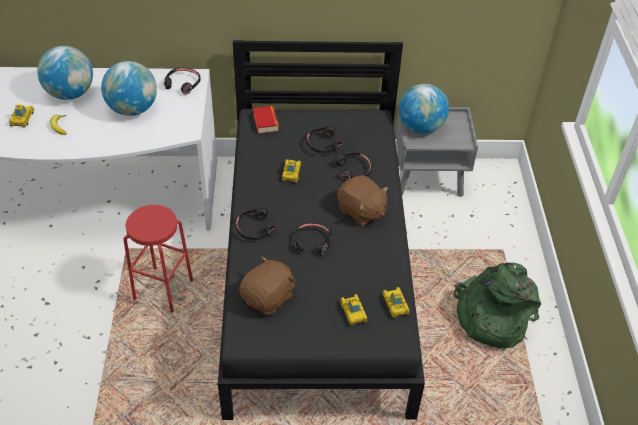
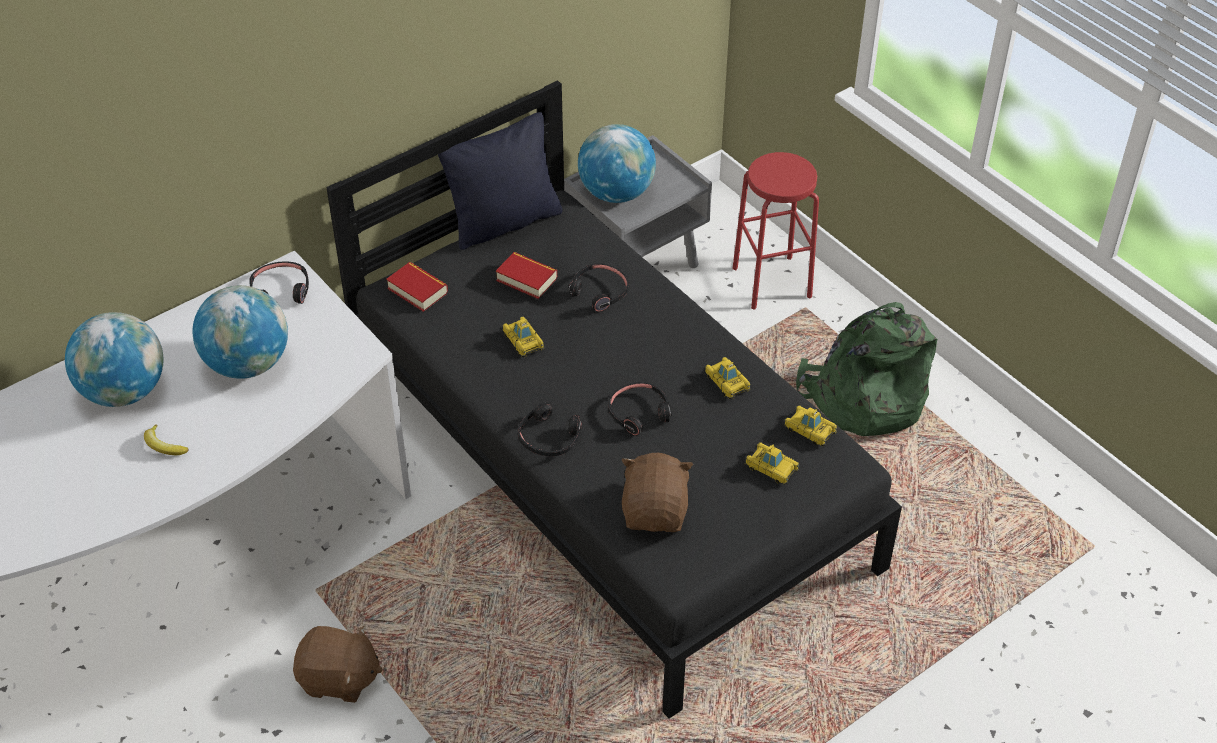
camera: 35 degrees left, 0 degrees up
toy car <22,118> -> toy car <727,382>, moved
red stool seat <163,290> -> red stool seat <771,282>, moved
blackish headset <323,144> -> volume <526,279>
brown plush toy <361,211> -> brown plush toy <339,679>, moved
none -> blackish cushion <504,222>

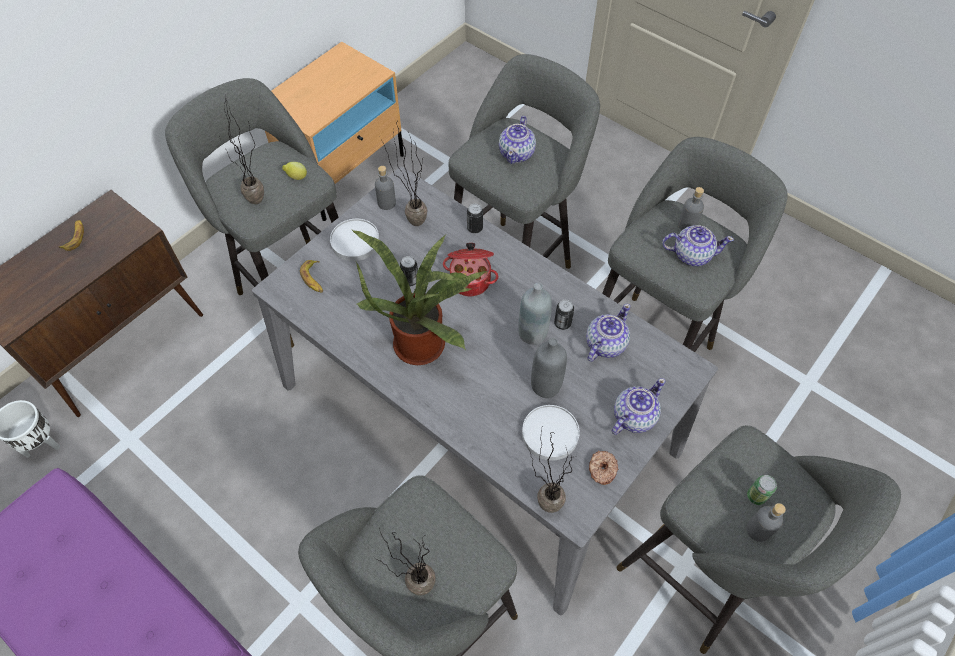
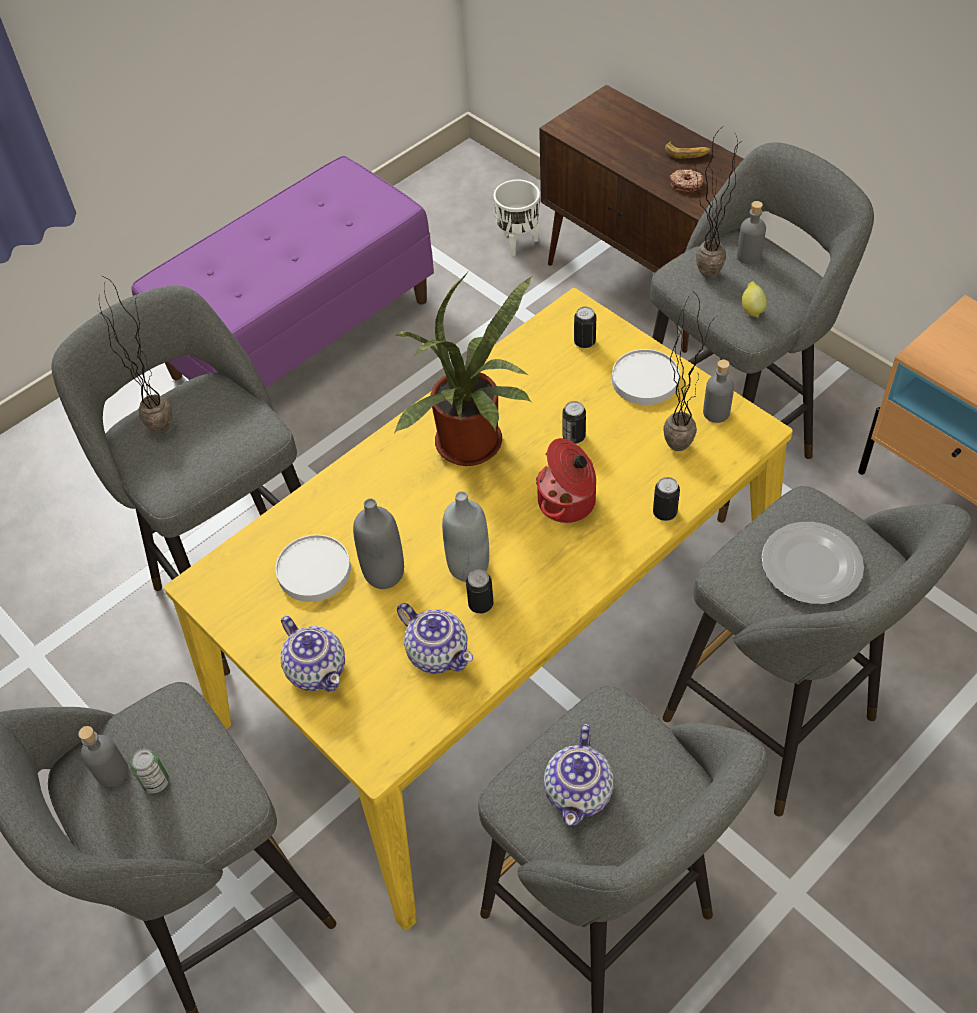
camera: 100 degrees right, 5 degrees down
grey dinner table <477,418> -> yellow dinner table <500,652>
banana fruit <314,279> -> can <584,342>
tea pot <517,153> -> plate <812,566>
potted plant <541,501> -> none
ring doughnut <602,469> -> ring doughnut <686,184>, moved
grey drink bottle <687,225> -> grey drink bottle <748,256>, moved

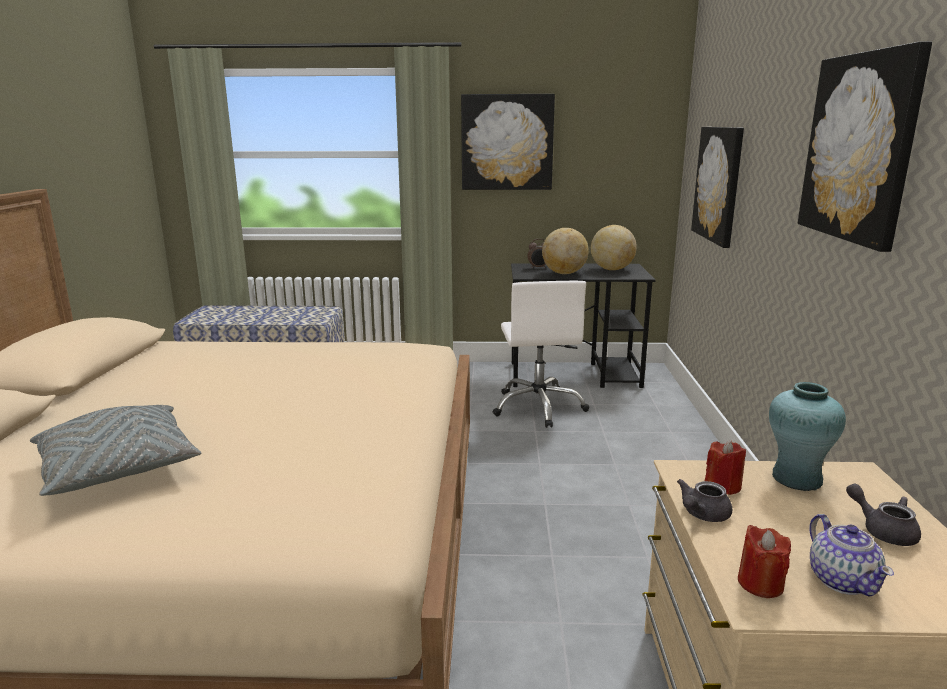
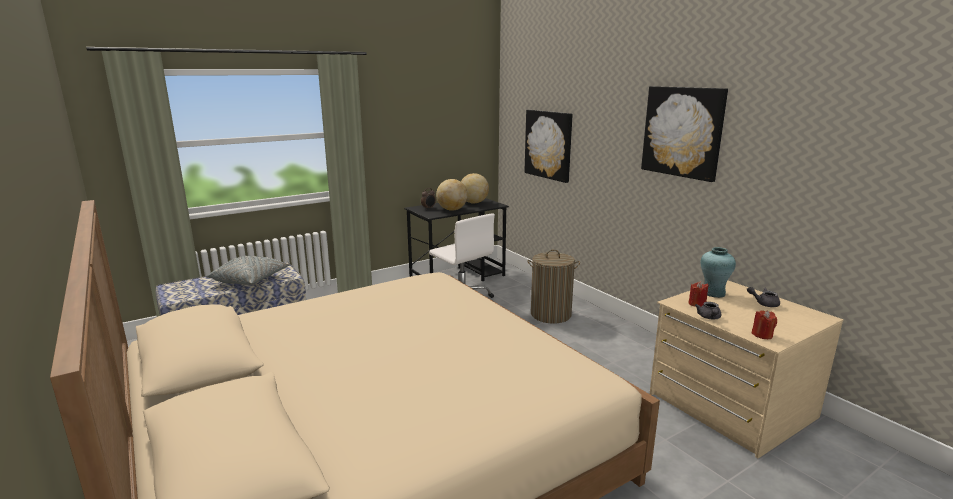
camera: 35 degrees left, 0 degrees up
grey cushion <120,469> -> grey cushion <251,280>, moved
picture <507,142> -> none
tea pot <842,580> -> none
none -> washing basket <551,314>

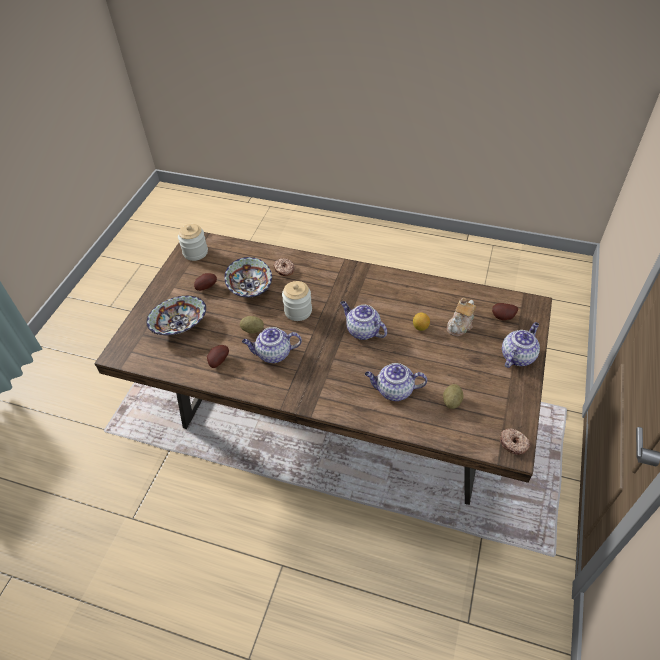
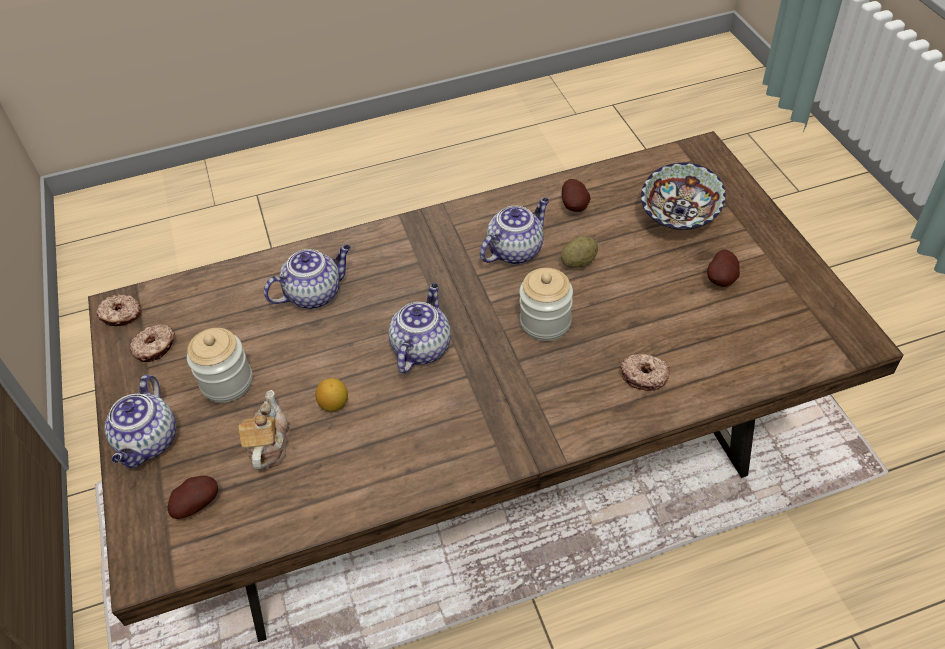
camera: 145 degrees right, 0 degrees up
preserve jar <195,252> -> preserve jar <227,382>, moved
serving bowl <249,288> -> none
tea pot <362,331> -> tea pot <421,347>, 75 degrees counterclockwise
whole potato <452,401> -> none
none -> ring doughnut <155,348>

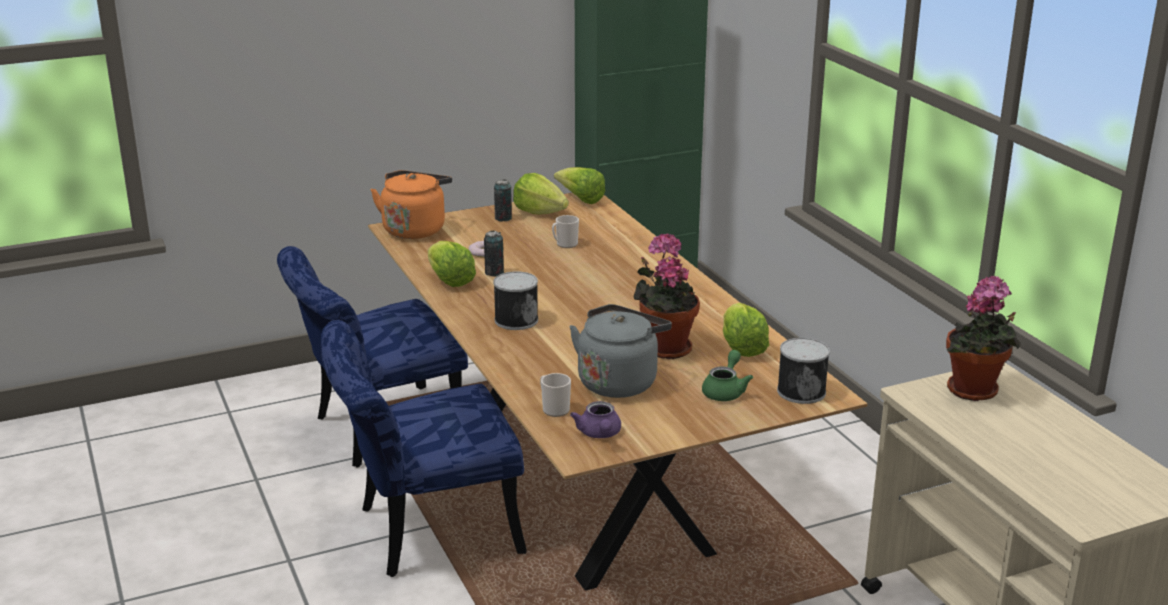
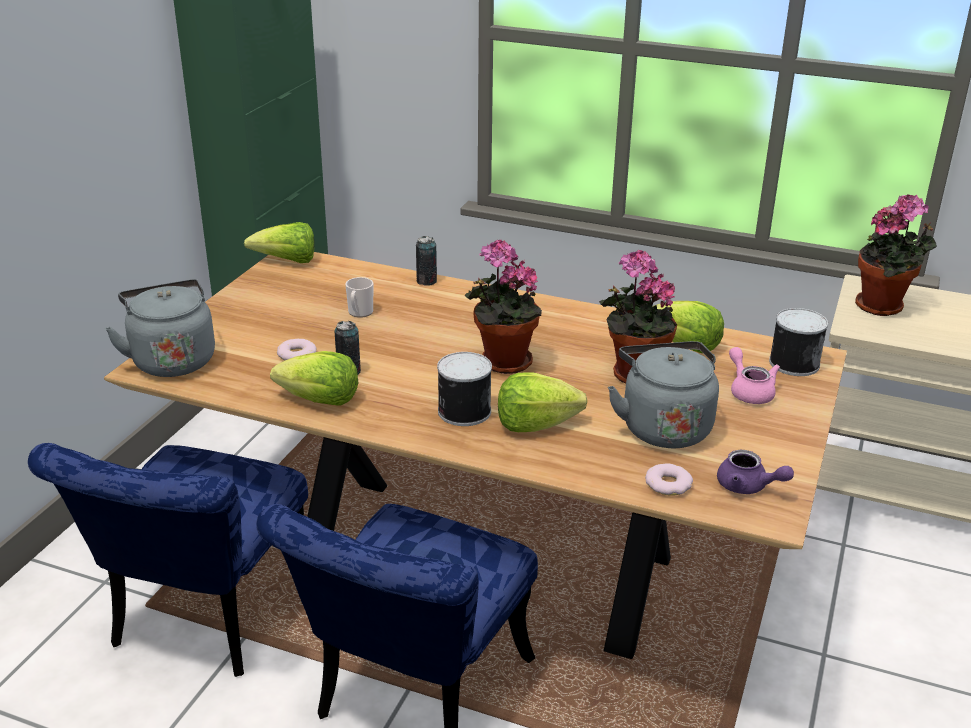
camera: 45 degrees left, 5 degrees up
orangey kettle <415,229> -> grey kettle <172,359>
can <503,218> -> can <426,281>, moved
lettuce <539,212> -> lettuce <535,424>, moved
tea mug <553,409> -> ring doughnut <668,484>
green-coloured tea pot <725,391> -> pinkish tea pot <749,391>
none -> potted plant <501,362>

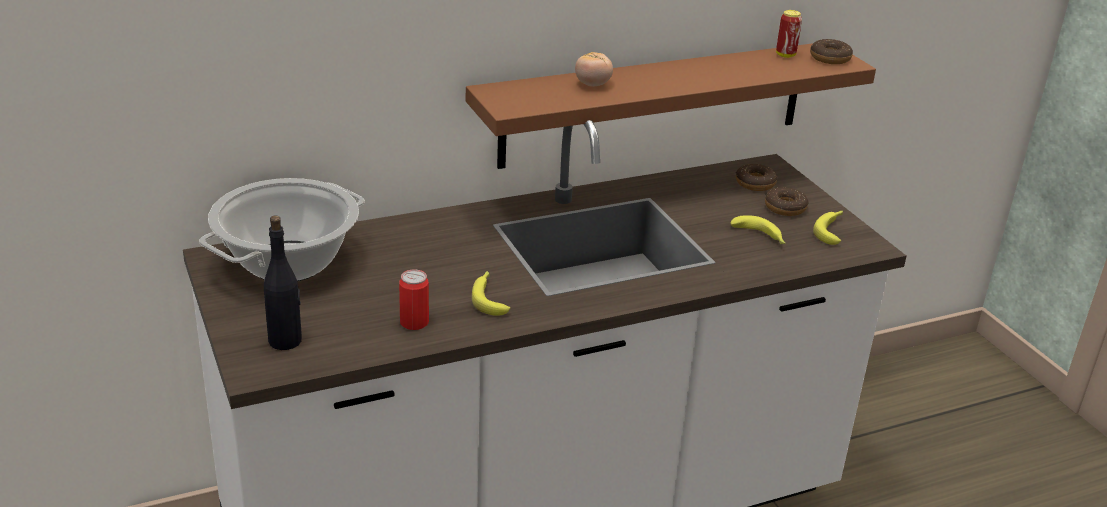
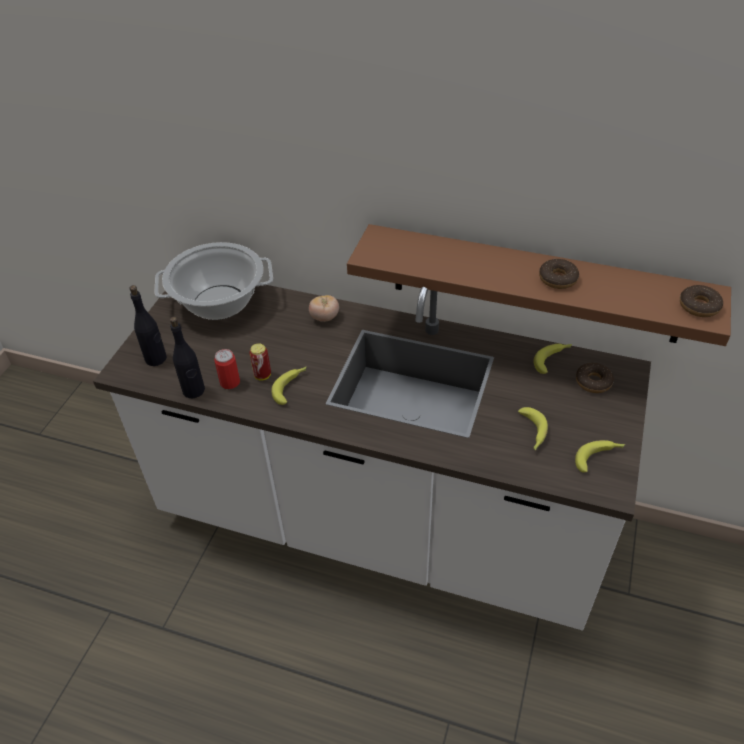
camera: 45 degrees right, 15 degrees up
whole tomato <592,84> -> whole tomato <324,317>, moved
ring doughnut <785,208> -> ring doughnut <557,279>, moved
can <785,55> -> can <262,375>, moved
none -> blackish drink bottle <194,390>
none -> banana fruit <553,359>

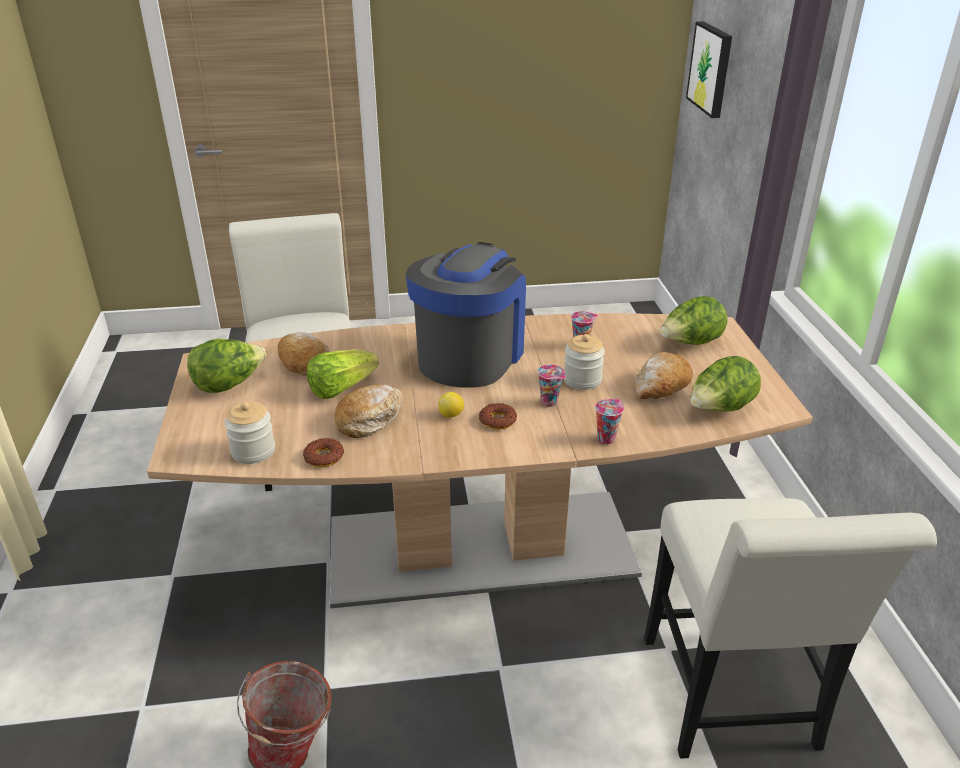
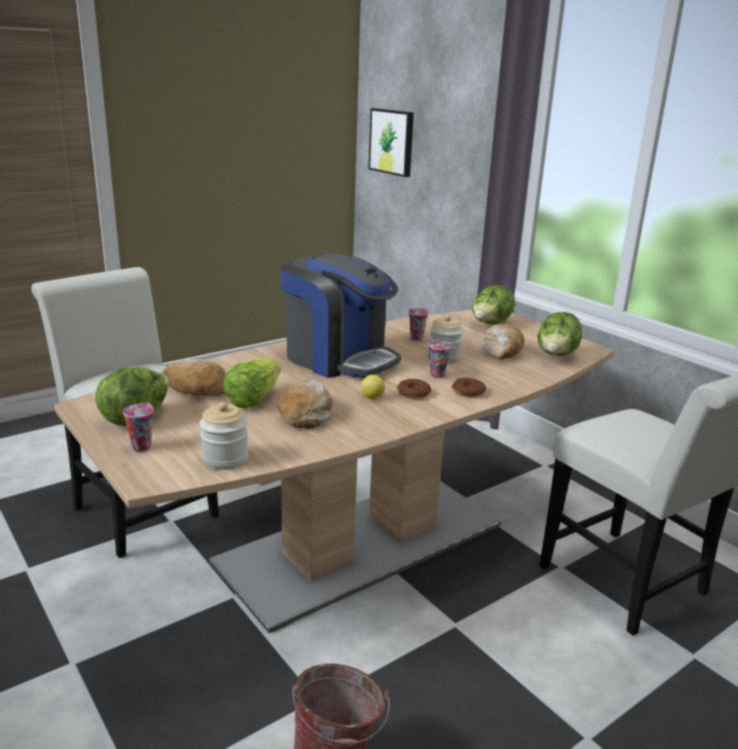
camera: 30 degrees left, 10 degrees down
ring doughnut <323,457> -> ring doughnut <468,391>, moved
coffee brewer <470,356> -> coffee brewer <339,358>, 135 degrees clockwise
cup <606,438> -> cup <141,446>, moved

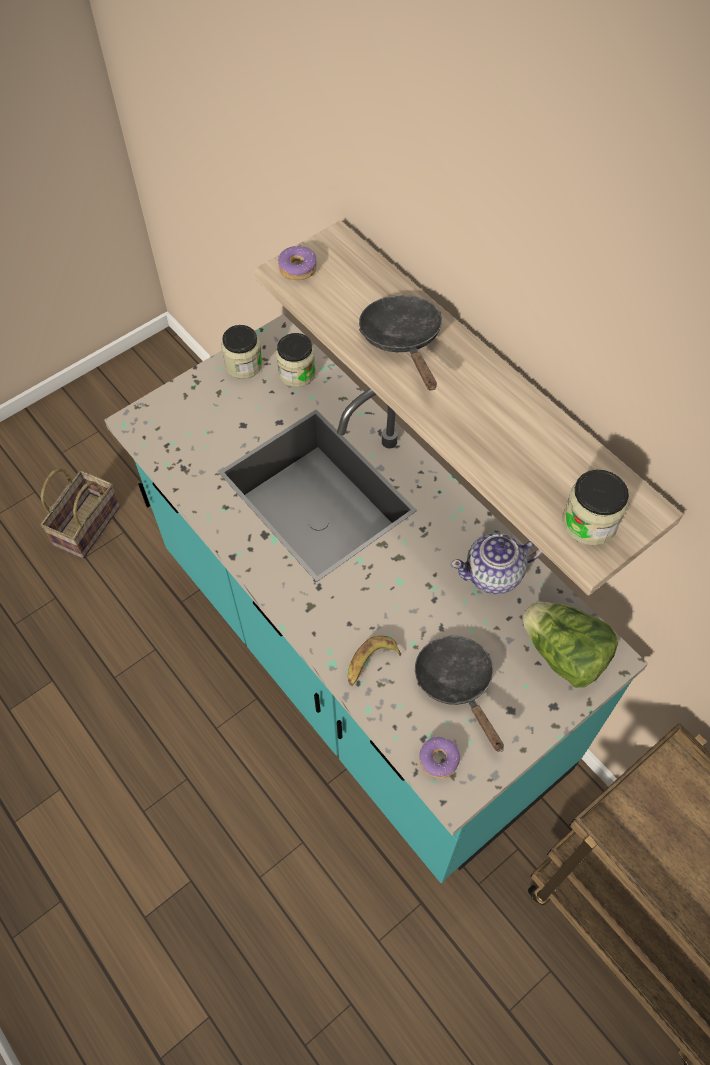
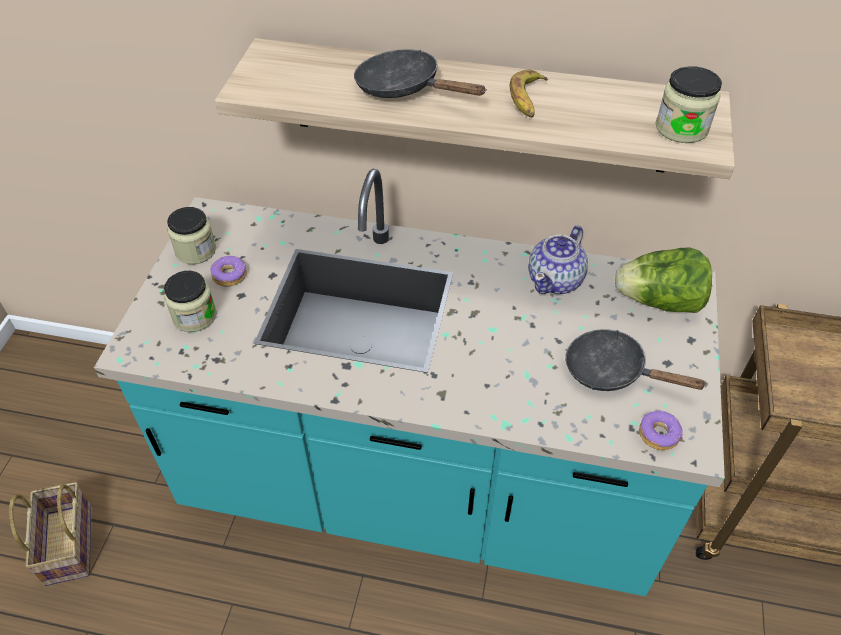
camera: 40 degrees left, 10 degrees down
preserve jar <297,373> -> preserve jar <194,316>, moved
ring doughnut <298,268> -> ring doughnut <230,275>, moved
banana fruit <370,663> -> banana fruit <528,99>, moved

